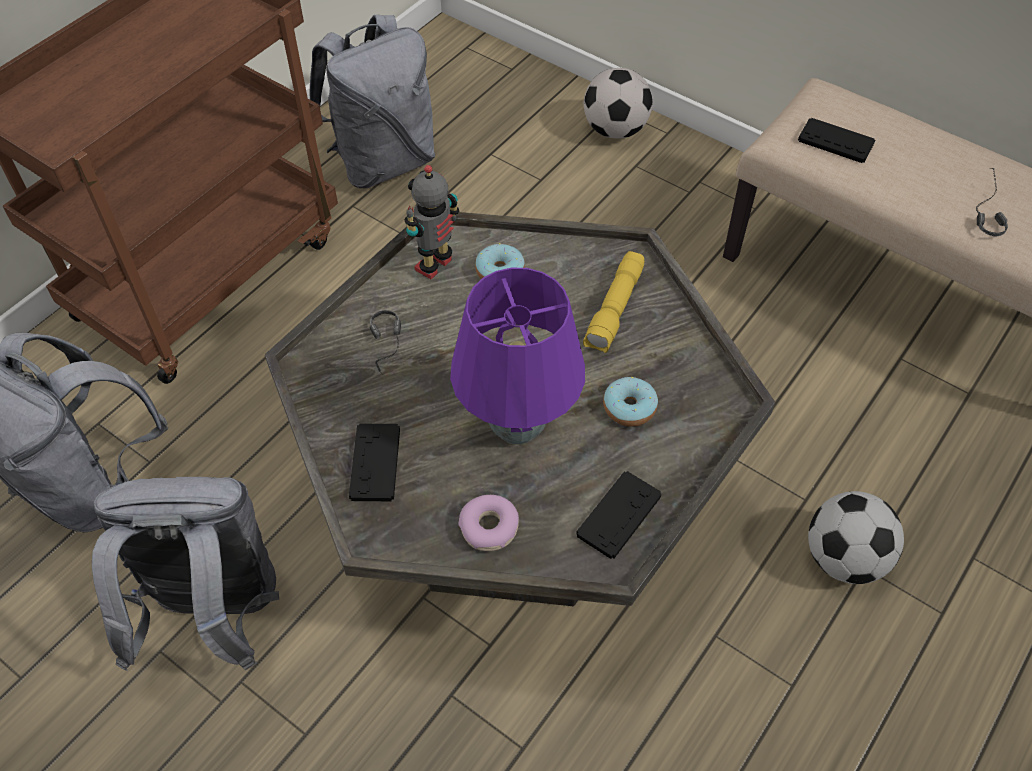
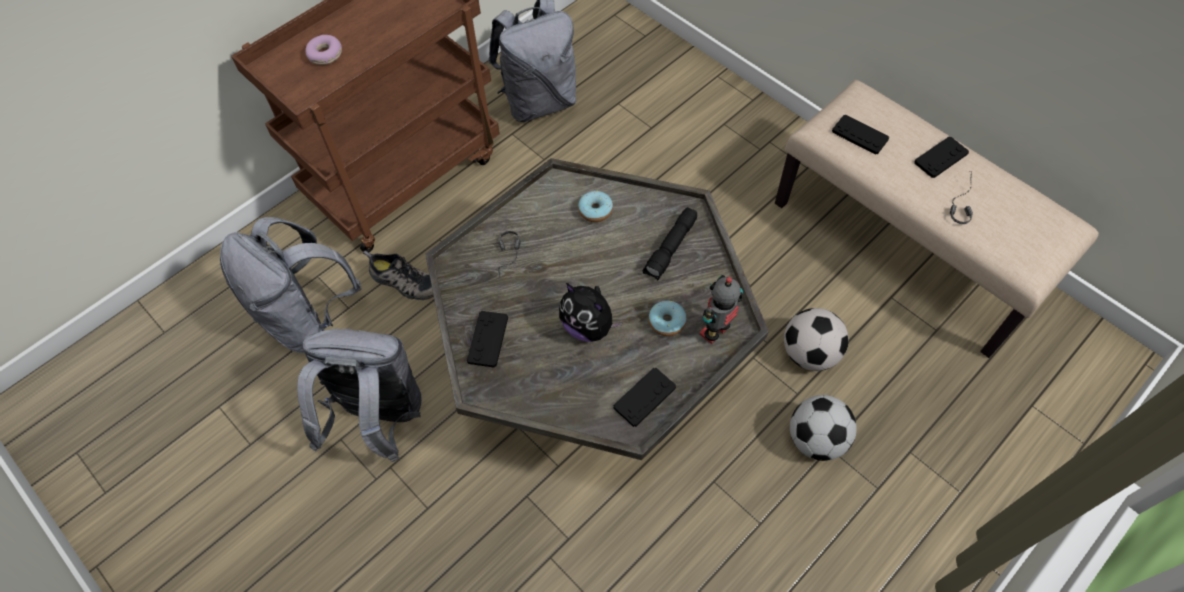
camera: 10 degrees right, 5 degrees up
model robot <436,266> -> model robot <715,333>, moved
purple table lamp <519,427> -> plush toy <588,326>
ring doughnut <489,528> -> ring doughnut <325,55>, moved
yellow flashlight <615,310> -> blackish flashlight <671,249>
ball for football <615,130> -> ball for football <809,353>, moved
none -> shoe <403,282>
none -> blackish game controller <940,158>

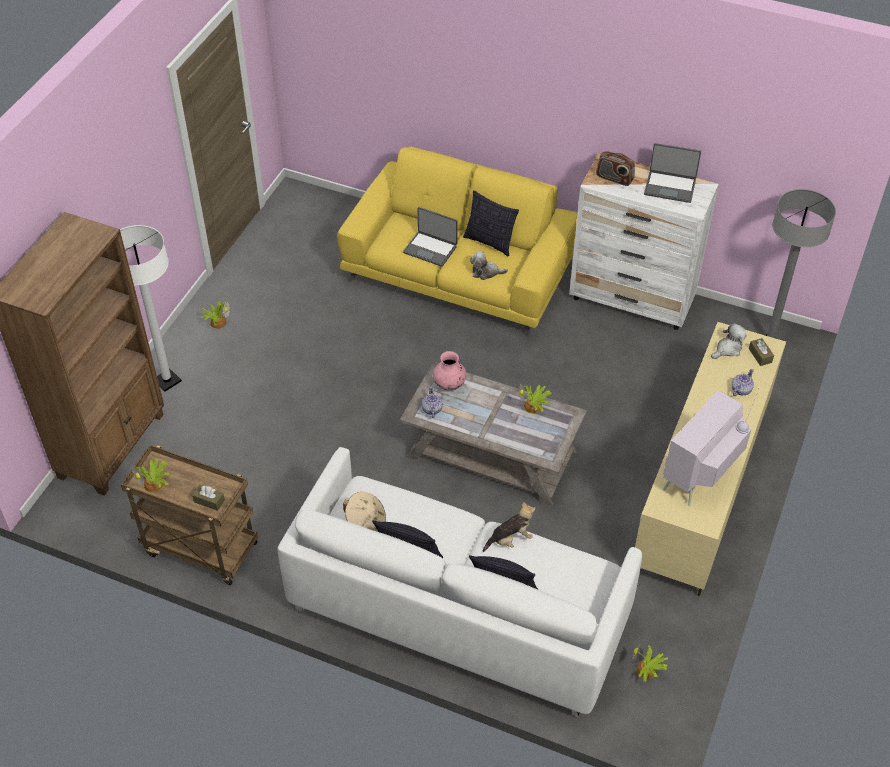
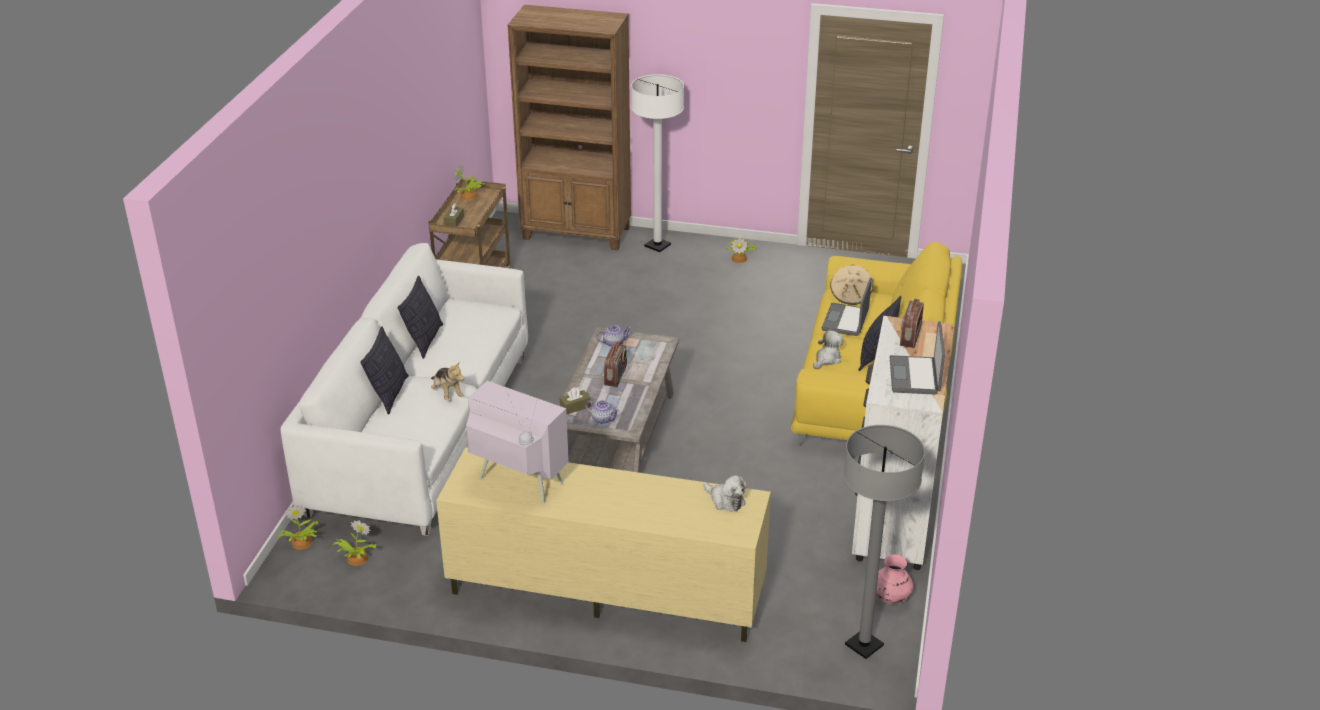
camera: 80 degrees right, 15 degrees down
beige-coloured clothing hat <366,523> -> beige-coloured clothing hat <851,296>, moved
pinkish flower vase <449,385> -> pinkish flower vase <891,598>, moved
plush toy <486,272> -> plush toy <827,359>, 45 degrees clockwise
potted plant <534,407> -> potted plant <301,543>, moved
tea pot <740,390> -> tea pot <602,419>, moved
brown tissue holder <760,355> -> brown tissue holder <575,407>, moved
none -> radio receiver <615,376>

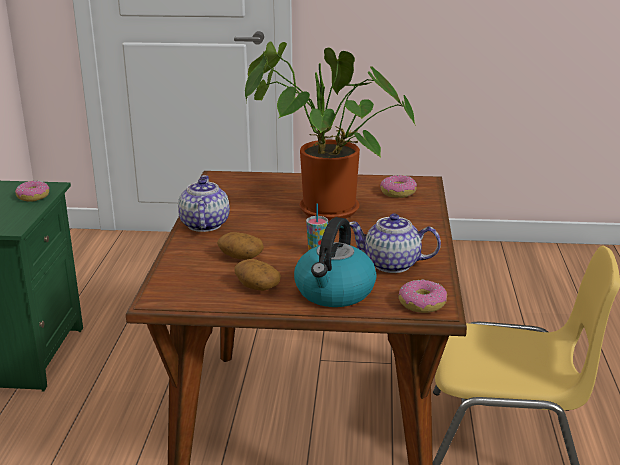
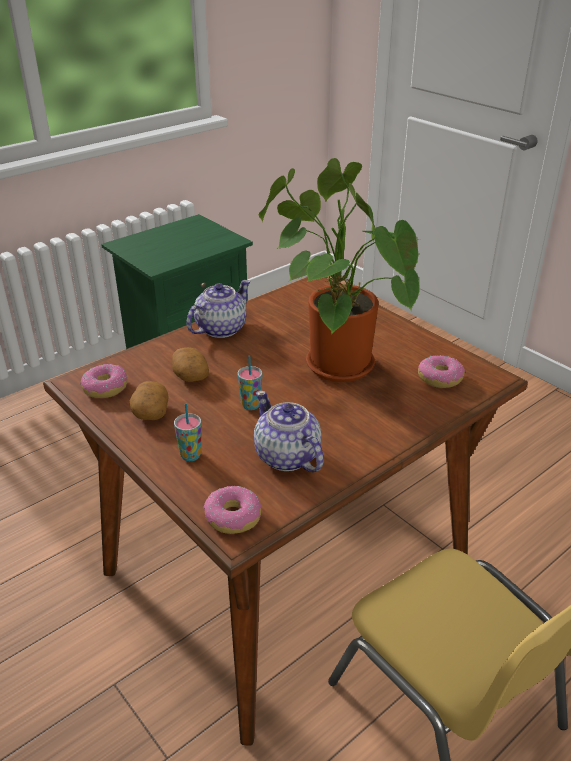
camera: 45 degrees right, 10 degrees up
ring doughnut <33,196> -> ring doughnut <105,388>, moved
kettle <334,292> -> cup <190,455>

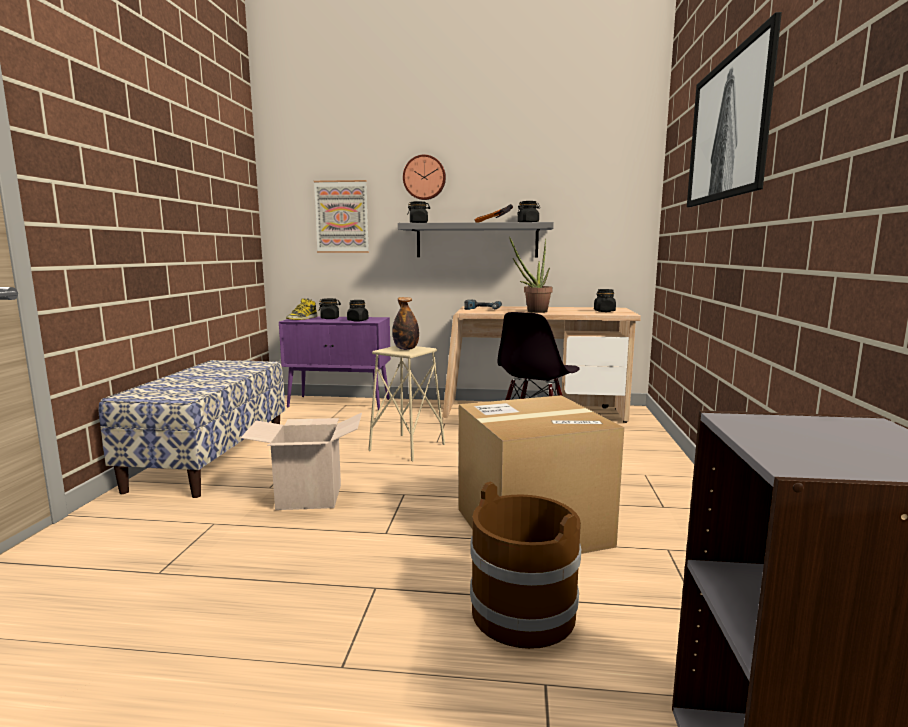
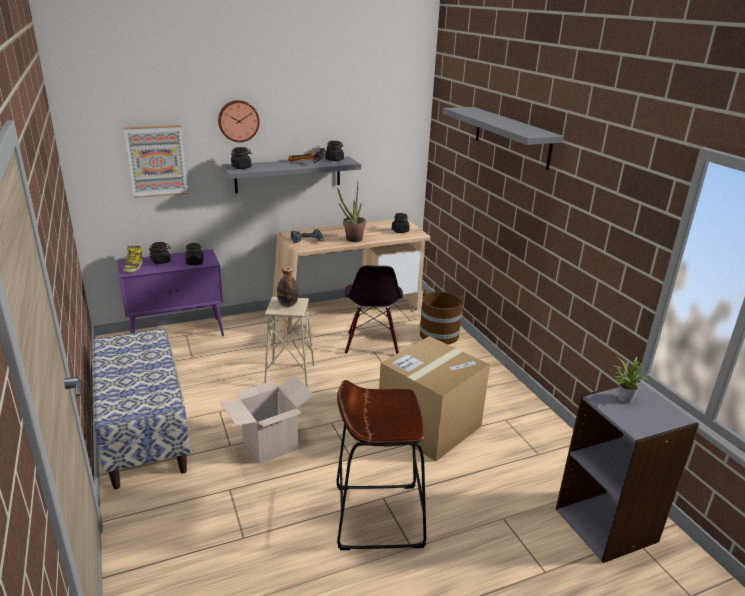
camera: 30 degrees left, 15 degrees up
brown bucket <524,612> -> brown bucket <439,335>, moved
picture <727,129> -> grey shelf <511,137>
none -> brown stool seat <378,515>
none -> potted plant <623,398>

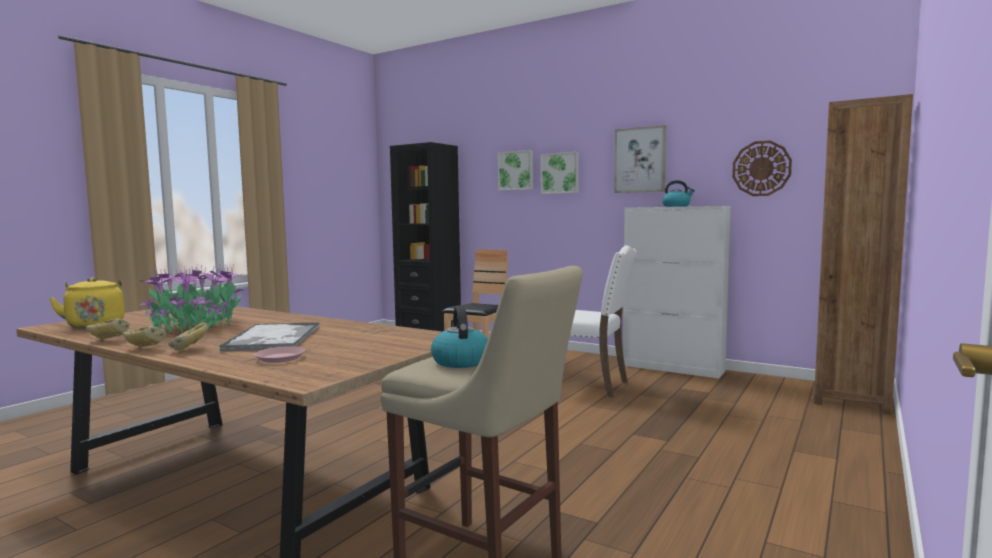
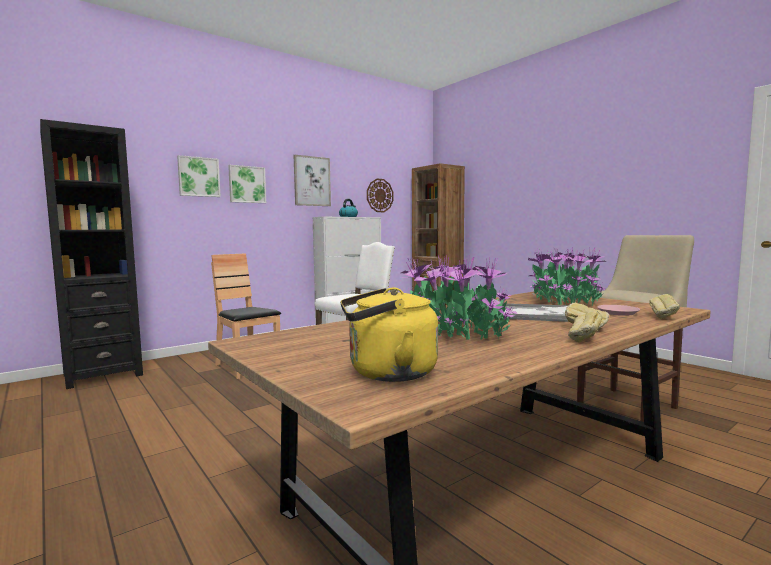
camera: 70 degrees left, 0 degrees up
bread <109,340> -> bread <663,317>, moved
kettle <460,361> -> none
none -> potted plant <565,301>

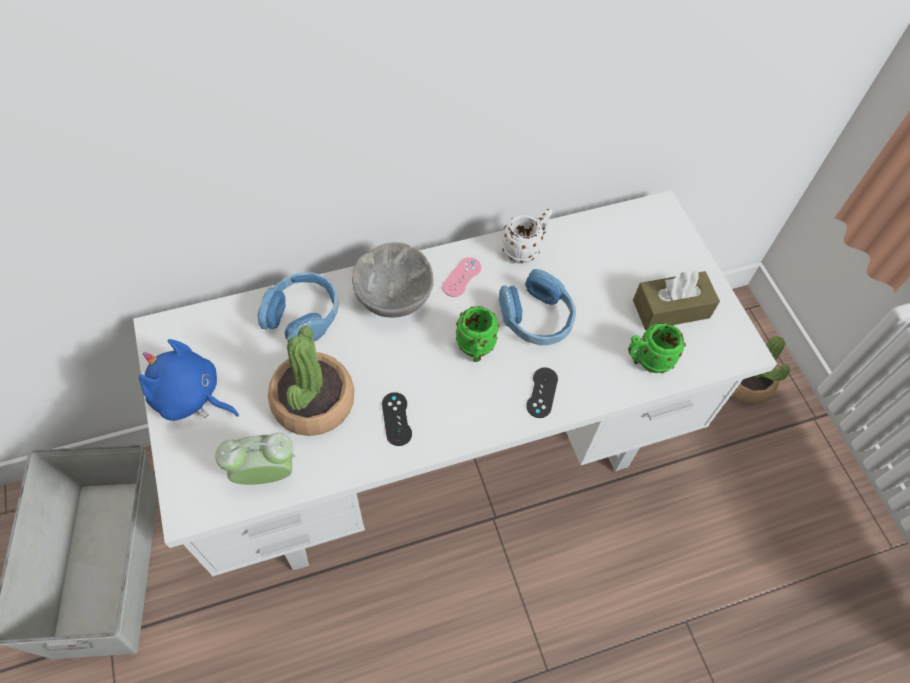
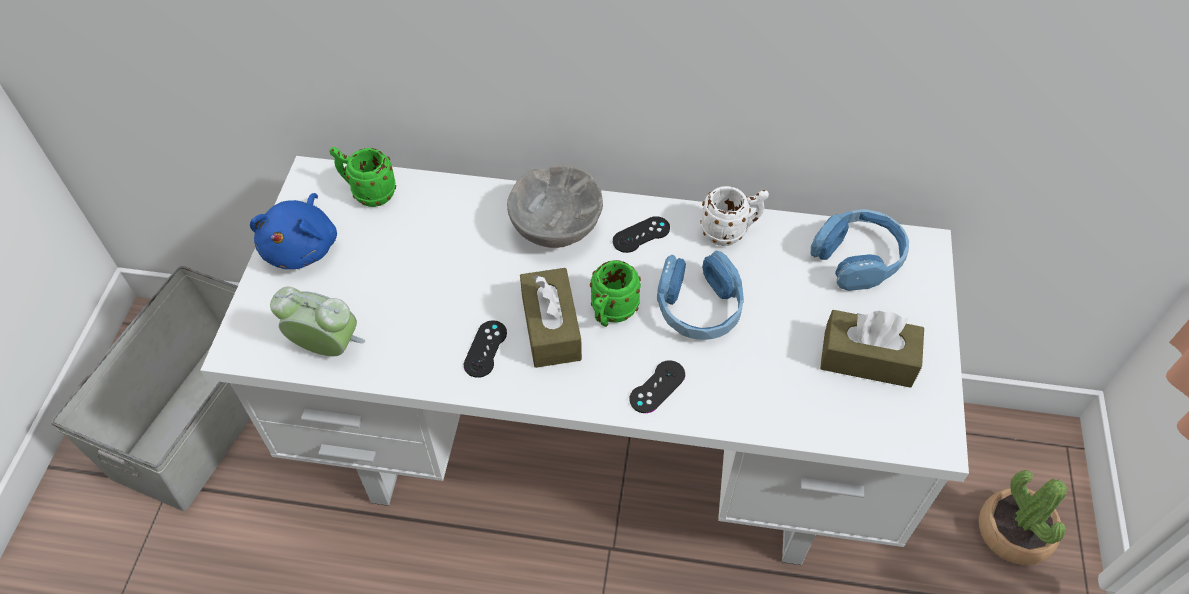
camera: 30 degrees right, 5 degrees down
blue-coloured plush toy <190,397> -> blue-coloured plush toy <303,247>, 135 degrees counterclockwise
blue-coloured headset <302,316> -> blue-coloured headset <857,258>, moved
potted plant <313,401> -> none
pinkish game controller <461,277> -> blackish game controller <641,235>
green-coloured tea mug <647,360> -> green-coloured tea mug <368,193>, moved
none -> brown tissue holder <551,328>

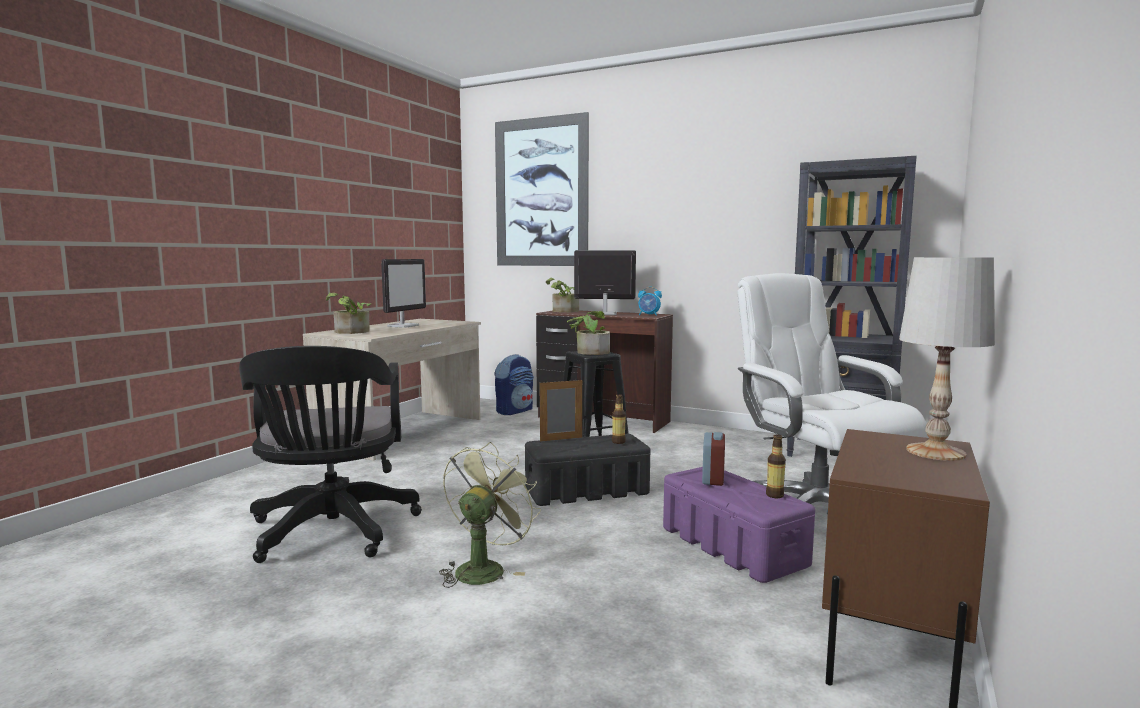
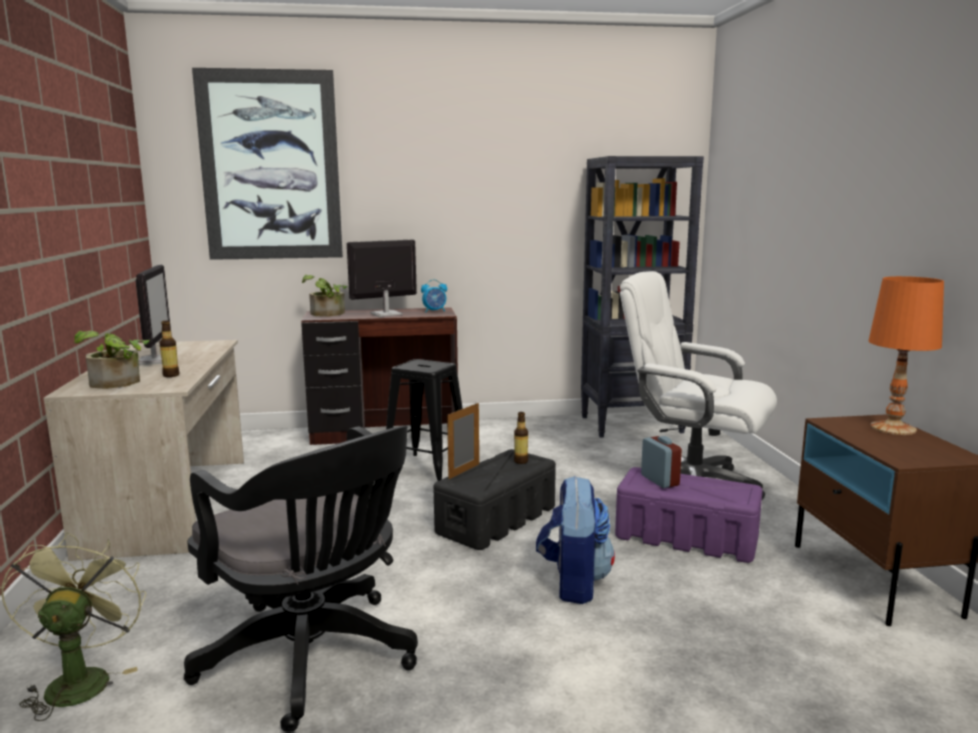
camera: 35 degrees left, 5 degrees up
green-coloured electric fan <484,568> -> green-coloured electric fan <80,679>, moved
rucksack <514,411> -> rucksack <573,583>, moved
potted plant <589,352> -> none
drink bottle <774,495> -> drink bottle <171,375>, moved
whitish table lamp <936,452> -> orangey table lamp <893,428>

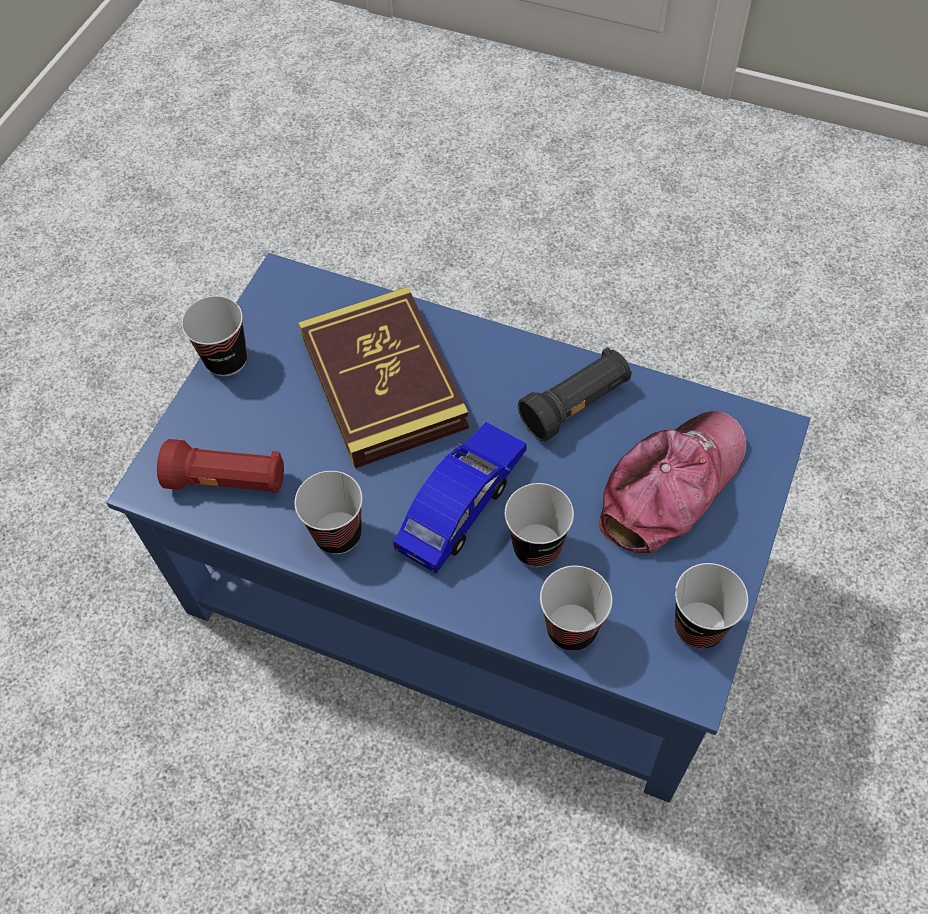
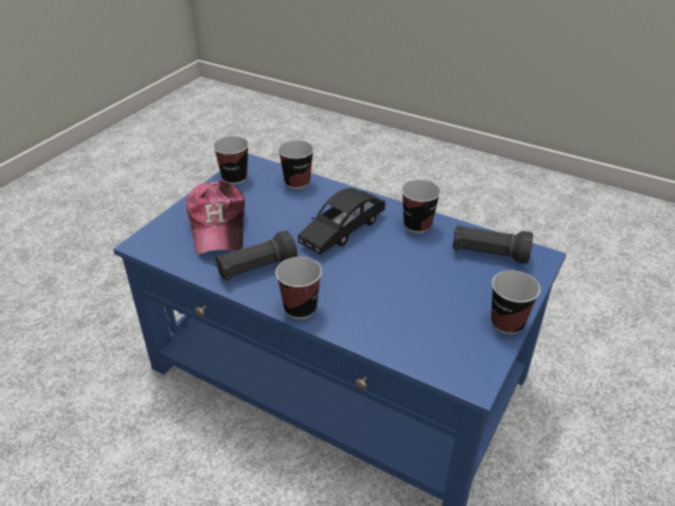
camera: 175 degrees left, 20 degrees down
red flashlight <228,481> -> blackish flashlight <489,254>
volume <383,382> -> none
blue-coloured toy car <462,503> -> blackish toy car <342,230>
cup <537,547> -> cup <300,308>, moved
cap <670,487> -> cap <218,226>, 60 degrees counterclockwise

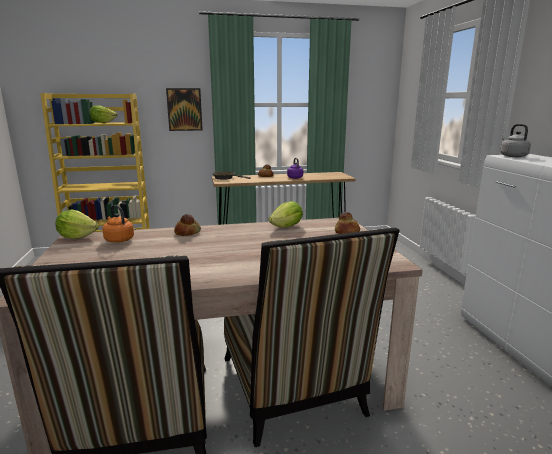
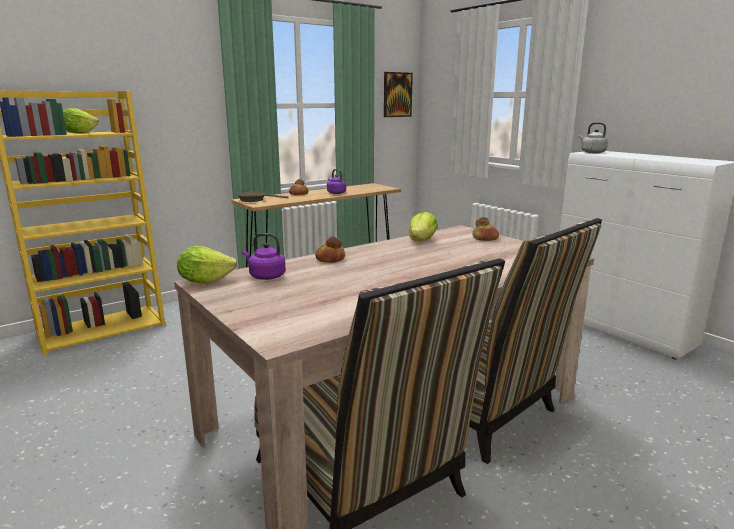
camera: 25 degrees left, 0 degrees up
orangey kettle <118,239> -> purple kettle <265,276>
picture <184,109> -> picture <397,94>, moved

